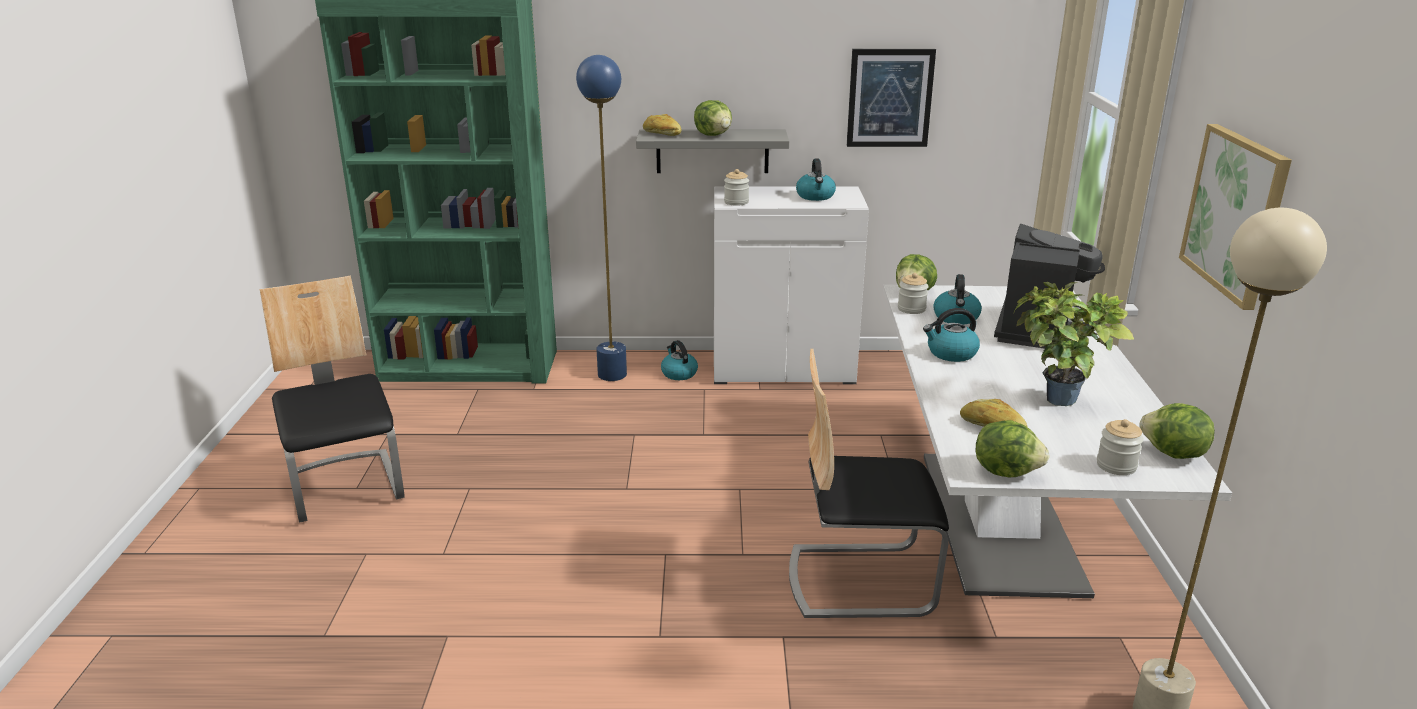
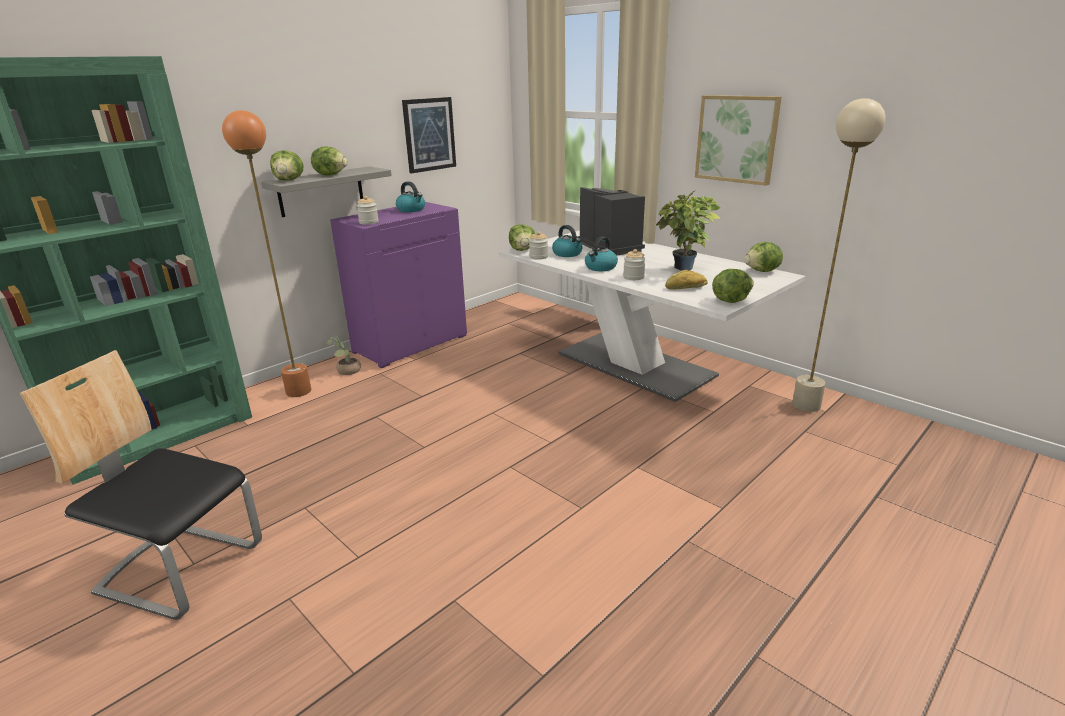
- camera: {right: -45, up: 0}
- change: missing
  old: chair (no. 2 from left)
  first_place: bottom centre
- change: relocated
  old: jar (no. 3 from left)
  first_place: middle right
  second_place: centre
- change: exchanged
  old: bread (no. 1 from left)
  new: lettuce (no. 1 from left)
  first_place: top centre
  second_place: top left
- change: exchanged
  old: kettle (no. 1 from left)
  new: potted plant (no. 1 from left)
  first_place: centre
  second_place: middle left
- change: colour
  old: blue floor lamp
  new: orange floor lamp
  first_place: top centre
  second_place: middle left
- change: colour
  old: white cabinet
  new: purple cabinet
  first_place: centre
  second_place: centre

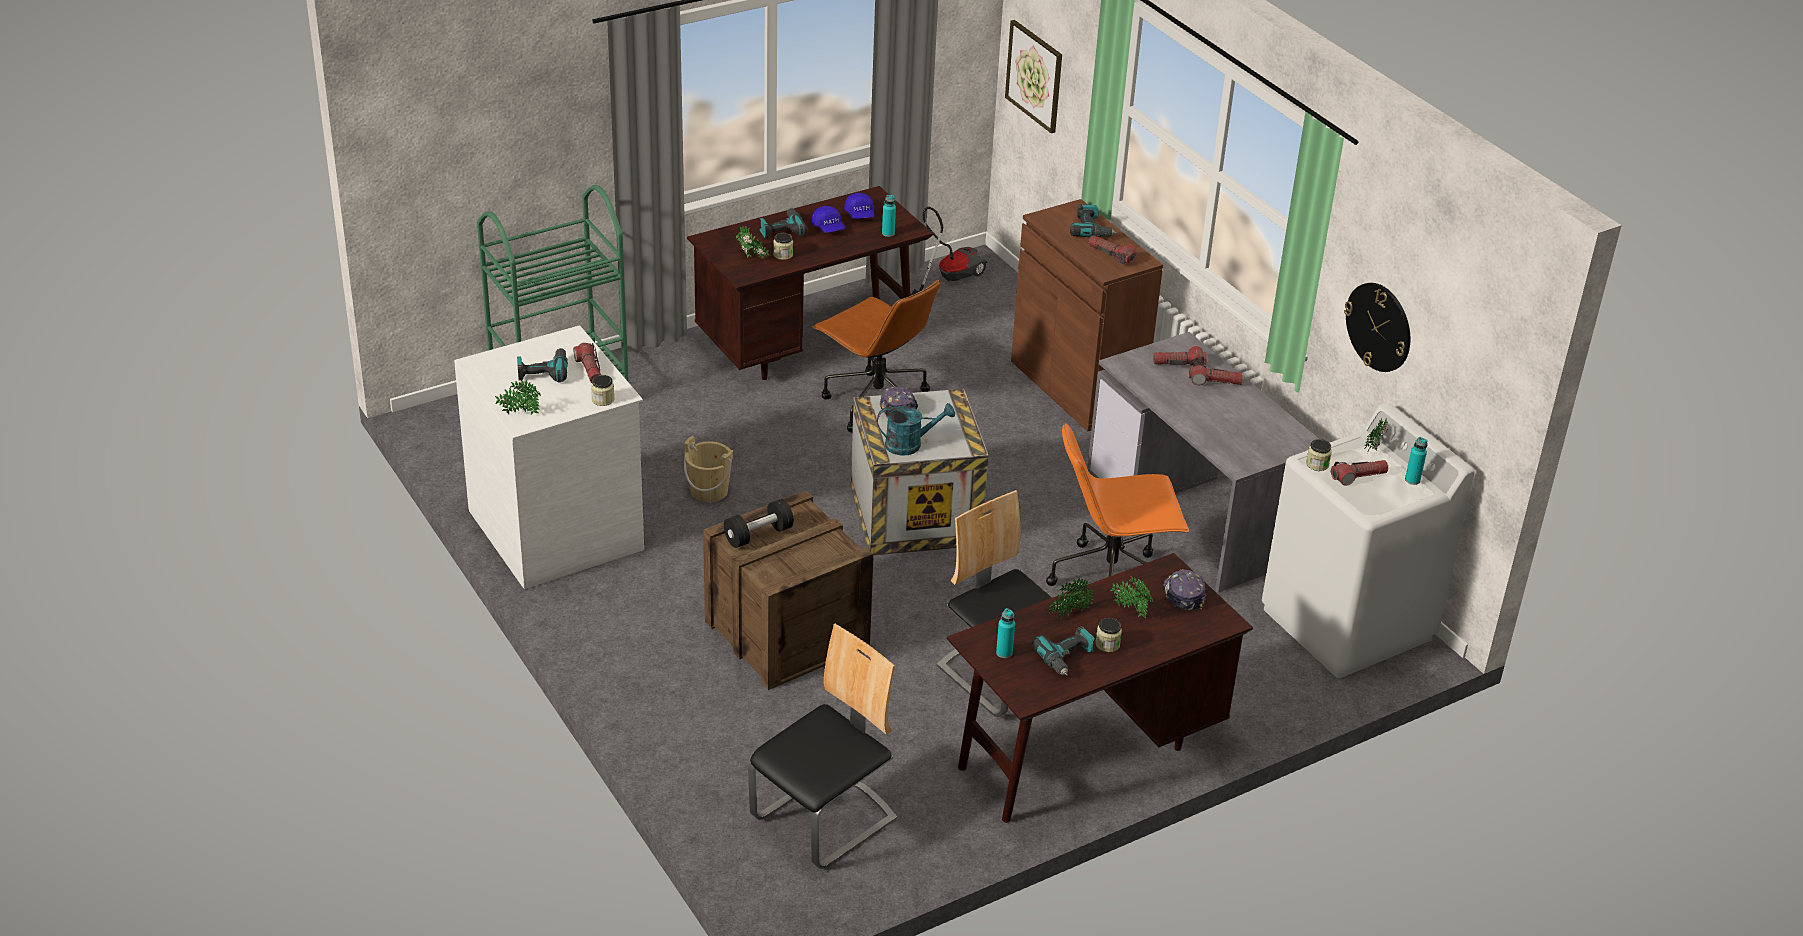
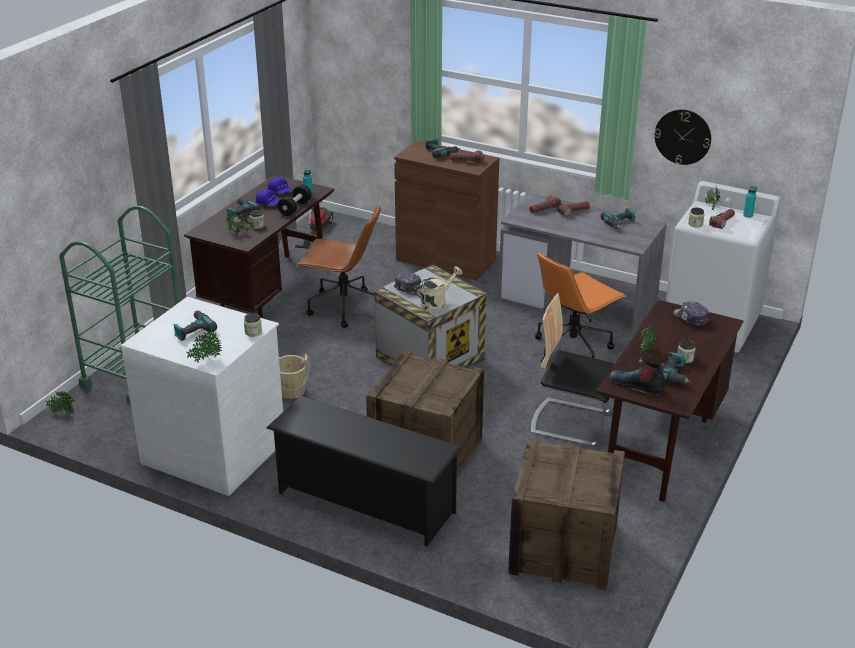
- camera: {right: -30, up: -5}
- change: missing
  old: flashlight (no. 1 from left)
  first_place: middle left
- change: missing
  old: picture
  first_place: top centre
- change: appeared
  new: black shoe rack
  second_place: bottom centre
- change: appeared
  new: power drill (no. 4 from left)
  second_place: middle right
- change: relocated
  old: black dumbbell
  first_place: centre
  second_place: top centre
- change: relocated
  old: potted plant (no. 4 from left in the first image)
  new: potted plant (no. 1 from left)
  first_place: centre
  second_place: middle left
- change: exchanged
  old: chair (no. 1 from left)
  new: crate (no. 3 from left)
  first_place: bottom centre
  second_place: bottom centre
- change: exchanged
  old: turquoise bottle (no. 2 from left)
  new: boot
  first_place: bottom centre
  second_place: middle right
- change: colour
  old: turquoise watering can
  new: beige watering can
  first_place: centre
  second_place: centre

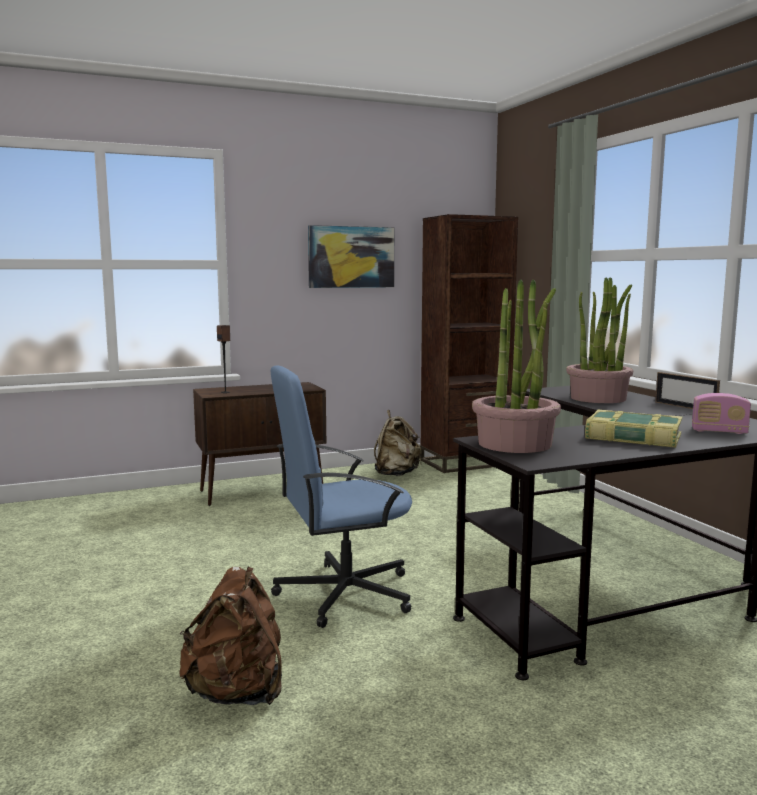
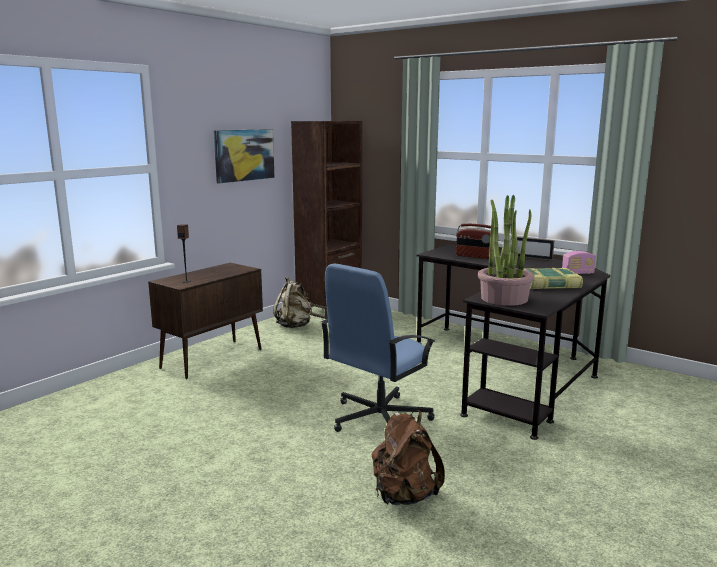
- camera: {right: -30, up: 5}
- change: exchanged
  old: potted plant (no. 2 from left)
  new: radio (no. 1 from left)
  first_place: middle right
  second_place: centre

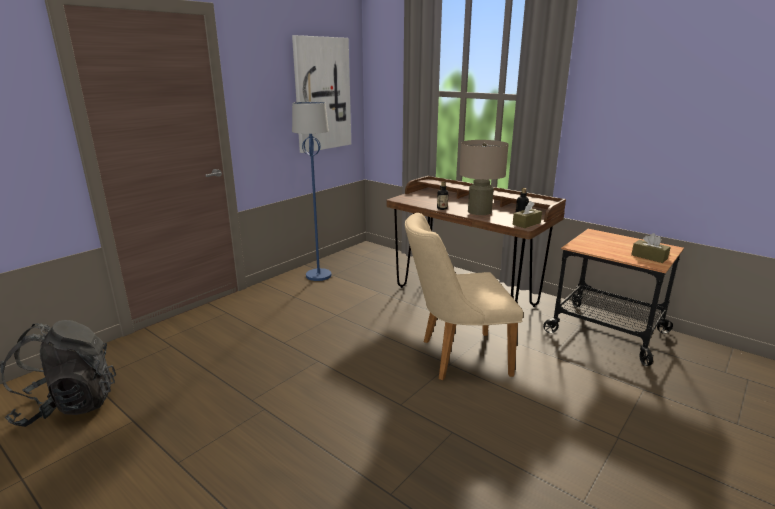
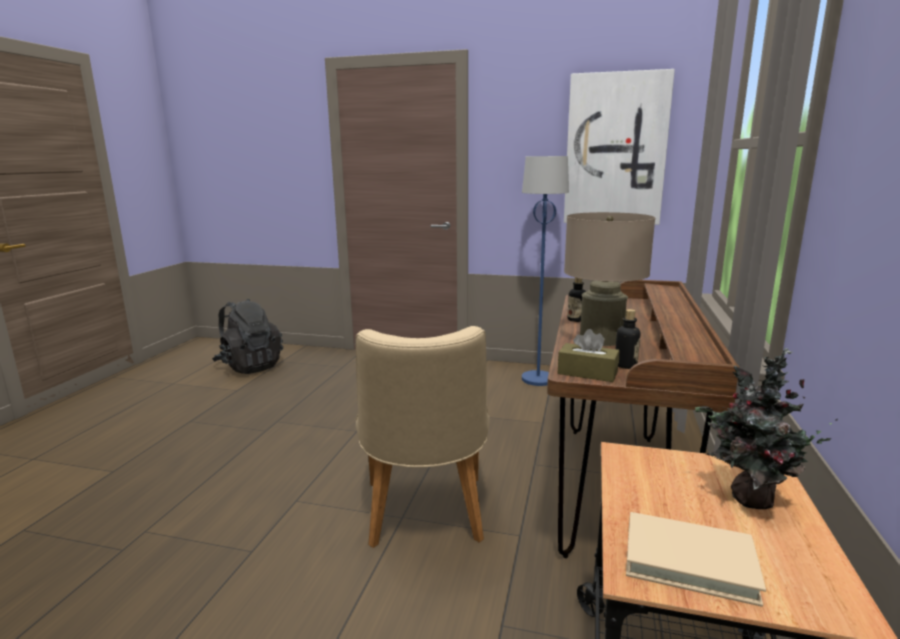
- camera: {right: 65, up: -5}
- change: appeared
  new: potted plant
  second_place: bottom right
- change: exchanged
  old: brown tissue box (no. 2 from left)
  new: beige book
  first_place: middle right
  second_place: bottom right
- change: spun
  old: beige chair
  first_place: centre
  second_place: bottom centre
  degrees: -150

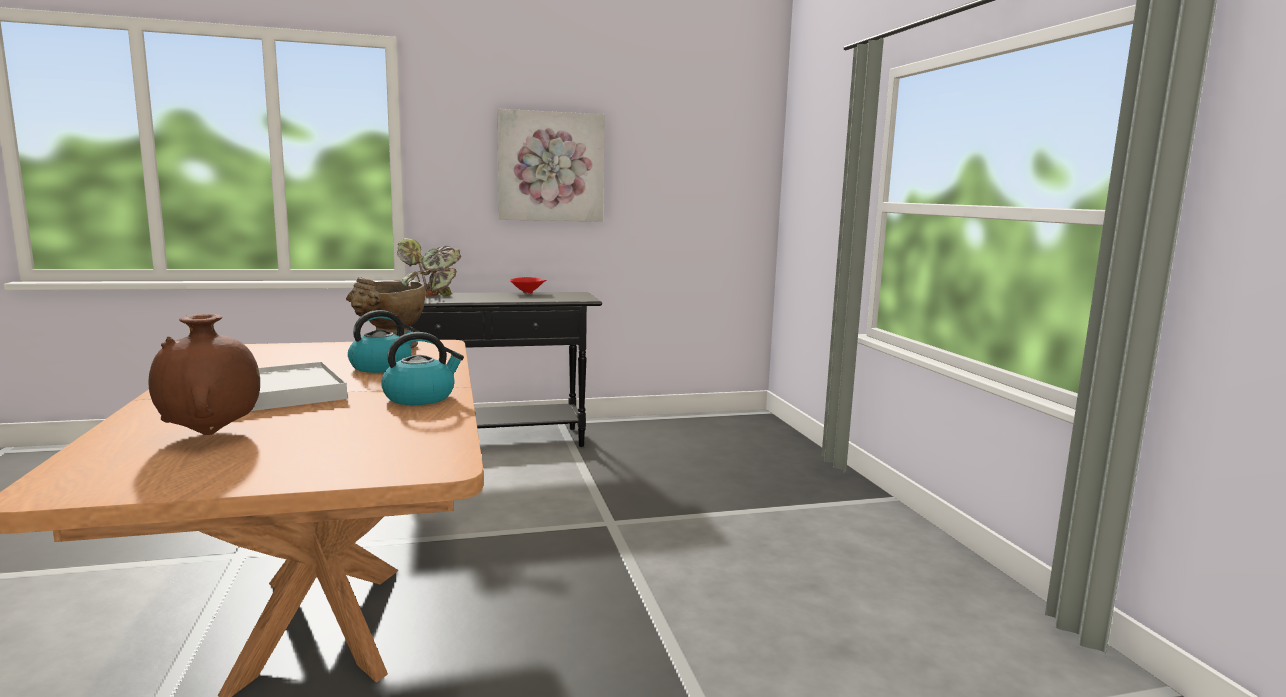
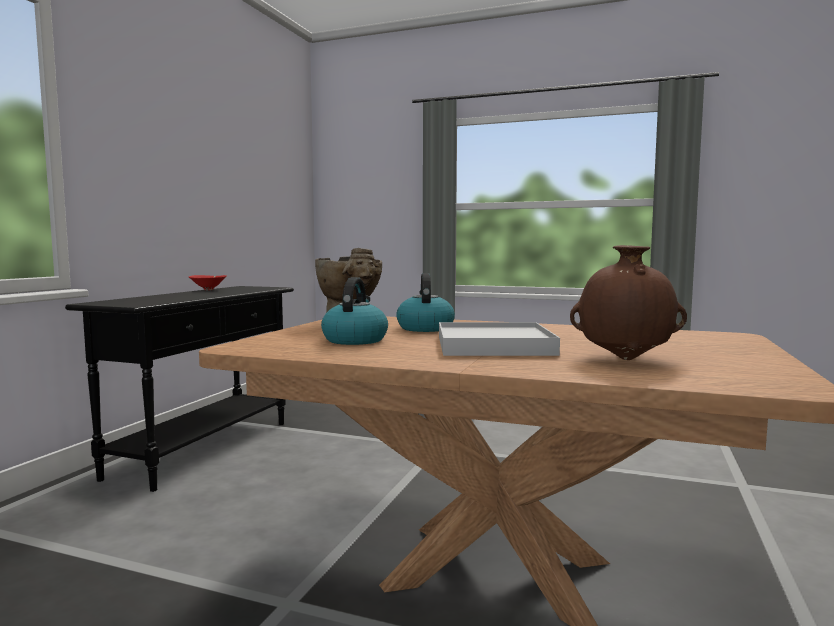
- camera: {right: -55, up: -5}
- change: missing
  old: potted plant
  first_place: middle left
- change: missing
  old: picture
  first_place: top centre
- change: relocated
  old: kettle (no. 2 from left in the first image)
  new: kettle (no. 1 from left)
  first_place: middle left
  second_place: centre

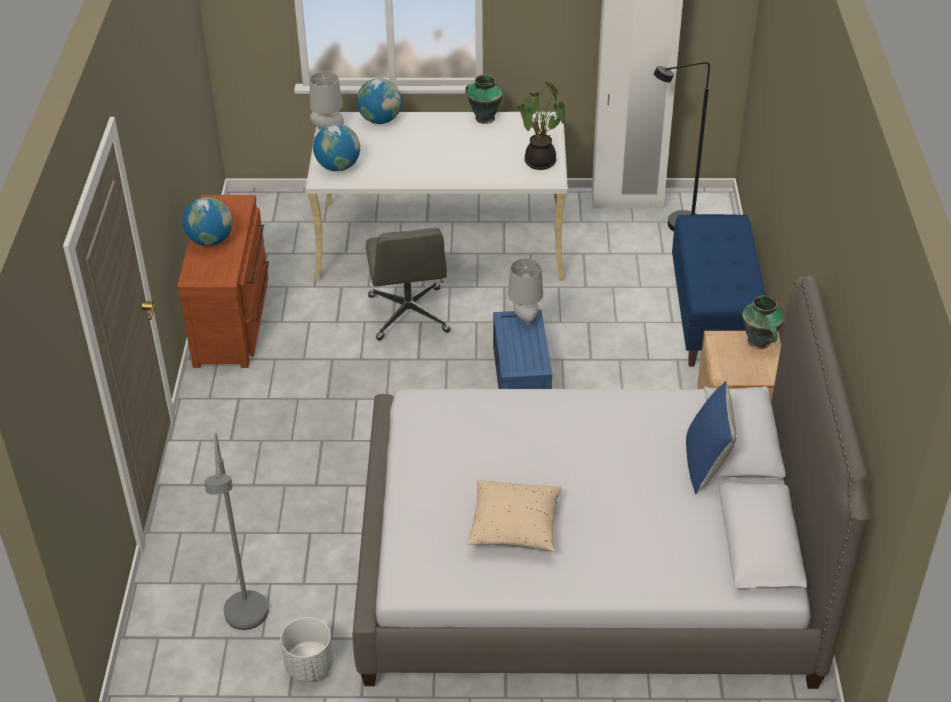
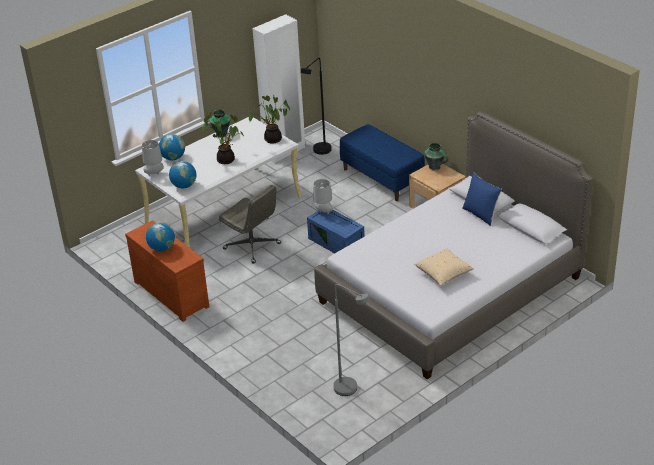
- camera: {right: -40, up: -5}
- change: missing
  old: white planter
  first_place: bottom left
- change: appeared
  new: potted plant (no. 1 from left)
  second_place: top centre

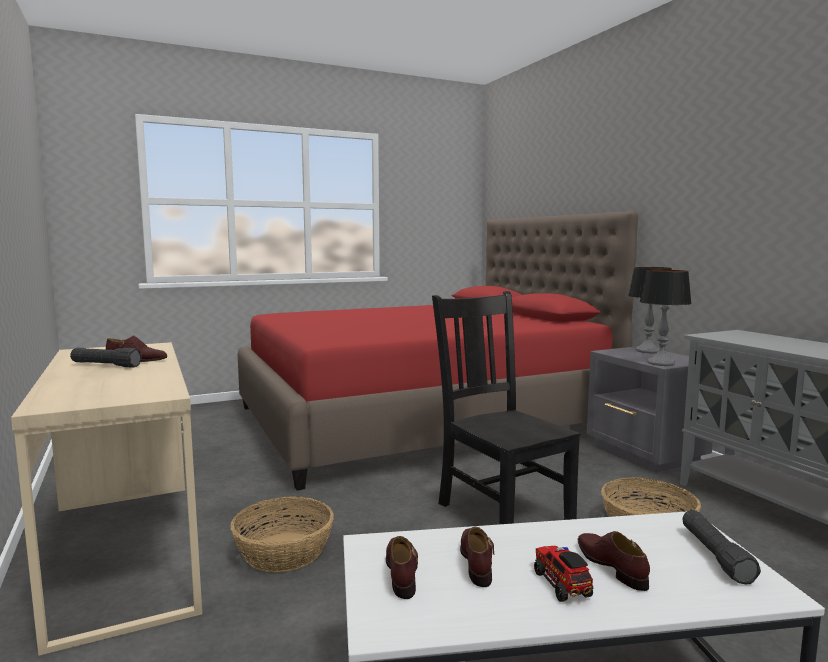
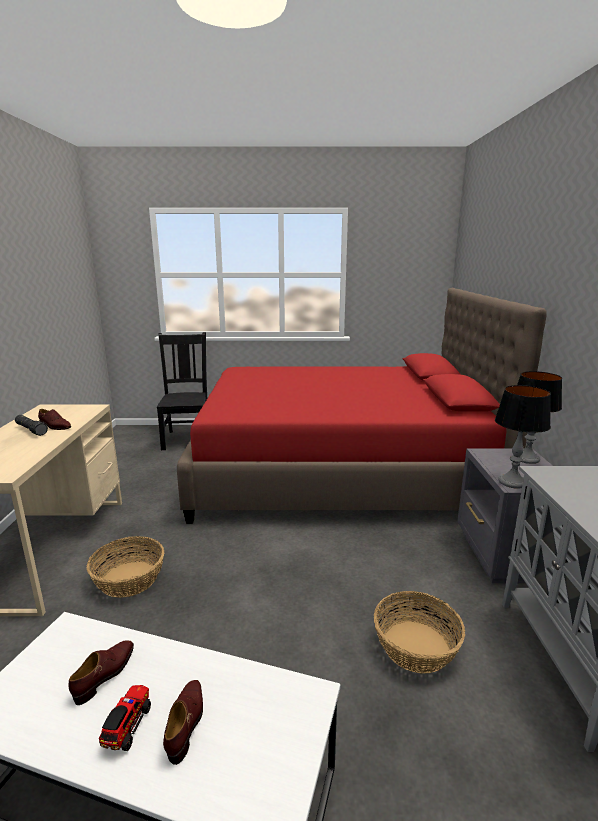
- camera: {right: 25, up: 10}
- change: missing
  old: brown shoe (no. 2 from left)
  first_place: bottom centre
- change: missing
  old: black flashlight (no. 2 from left)
  first_place: bottom right
- change: relocated
  old: black chair
  first_place: centre
  second_place: middle left

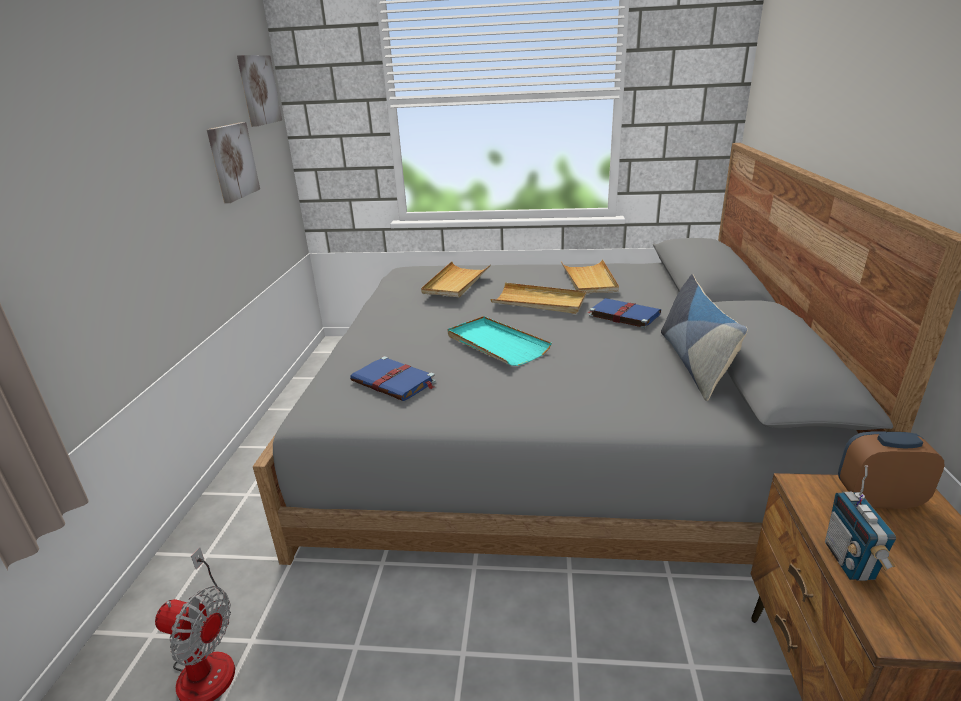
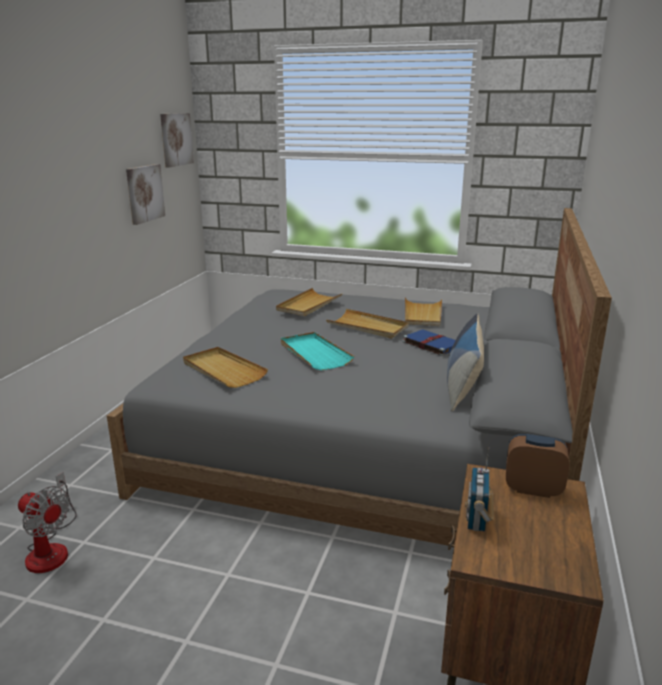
- camera: {right: 10, up: -5}
- change: exchanged
  old: blue book (no. 1 from left)
  new: beige tray (no. 1 from left)
  first_place: centre
  second_place: centre

